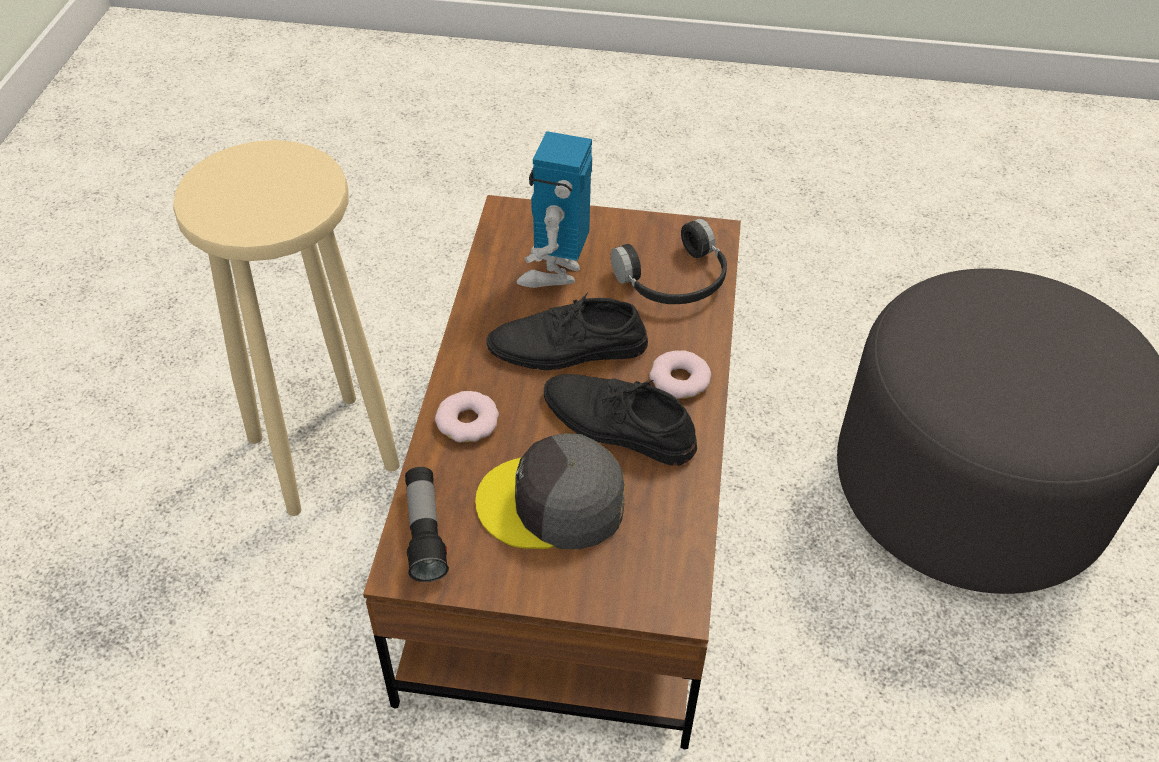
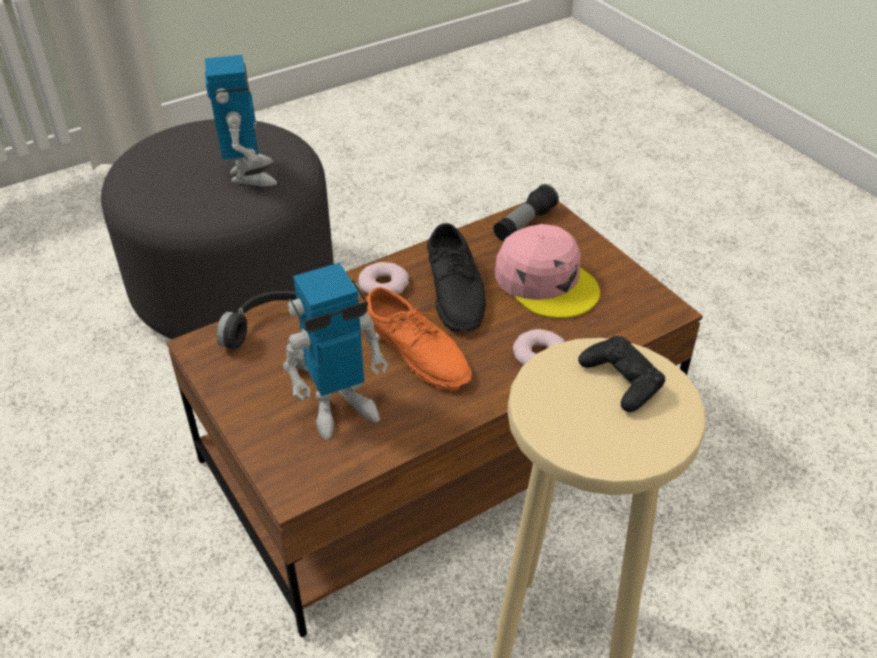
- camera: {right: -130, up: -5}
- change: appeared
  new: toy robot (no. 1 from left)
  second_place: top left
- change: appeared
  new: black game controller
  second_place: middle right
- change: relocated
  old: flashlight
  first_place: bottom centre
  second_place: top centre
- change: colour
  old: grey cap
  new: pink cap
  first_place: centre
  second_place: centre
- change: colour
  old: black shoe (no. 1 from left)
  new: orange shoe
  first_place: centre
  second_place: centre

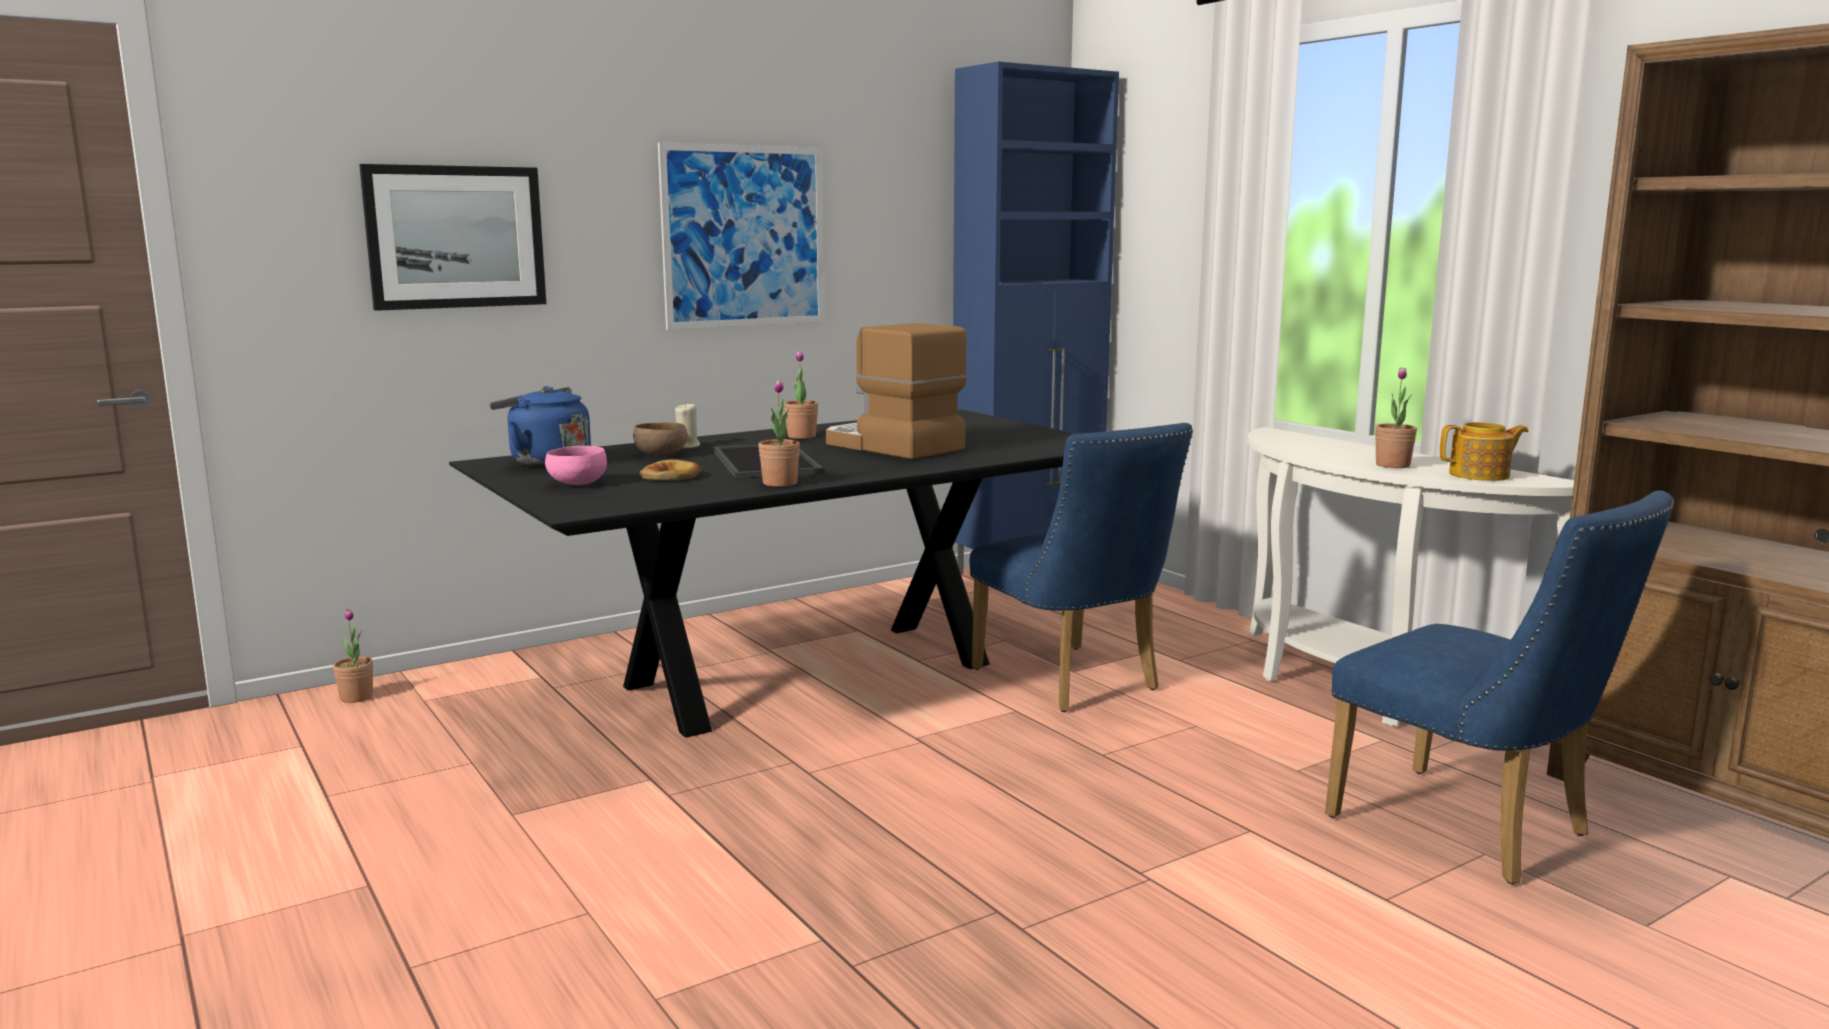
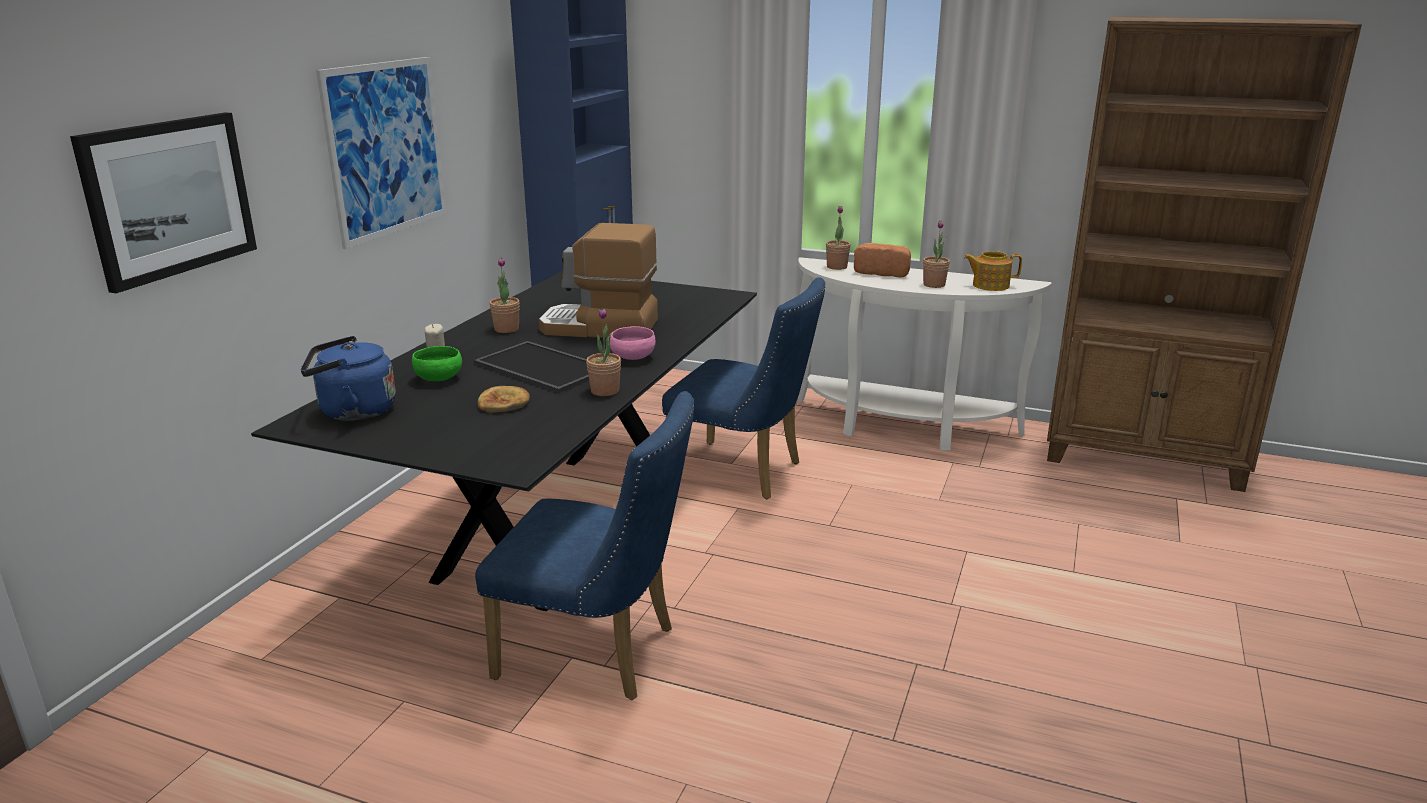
- camera: {right: -35, up: 10}
- change: appeared
  new: bread (no. 2 from left)
  second_place: top centre
- change: relocated
  old: potted plant (no. 1 from left in the first image)
  new: potted plant (no. 3 from left)
  first_place: middle left
  second_place: top centre
- change: relocated
  old: pink bowl
  first_place: middle left
  second_place: centre
- change: relocated
  old: blue chair (no. 2 from left in the first image)
  new: blue chair (no. 1 from left)
  first_place: bottom right
  second_place: bottom centre
- change: colour
  old: brown bowl
  new: green bowl
  first_place: centre
  second_place: middle left
- change: spun
  old: teapot
  first_place: middle right
  second_place: middle right
  degrees: -135

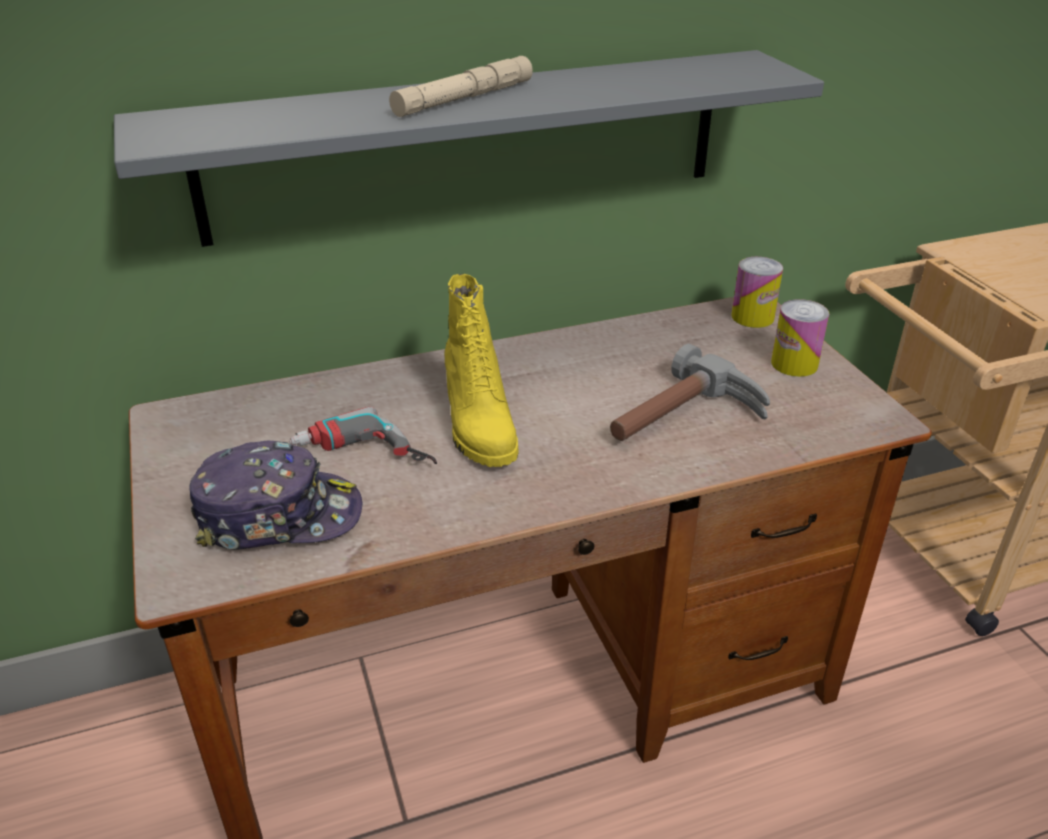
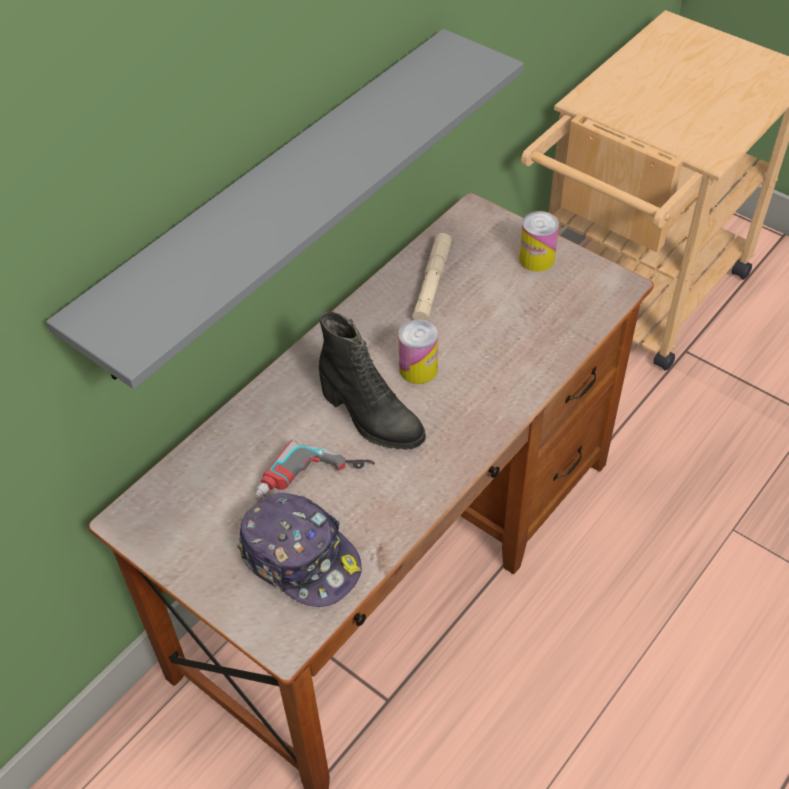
- camera: {right: -30, up: 15}
- change: missing
  old: hammer
  first_place: centre
- change: relocated
  old: beige flashlight
  first_place: top centre
  second_place: centre
- change: relocated
  old: can (no. 1 from left)
  first_place: middle right
  second_place: centre
- change: colour
  old: yellow boot
  new: black boot
  first_place: centre
  second_place: centre
- change: spun
  old: cap
  first_place: middle left
  second_place: bottom centre
  degrees: 75

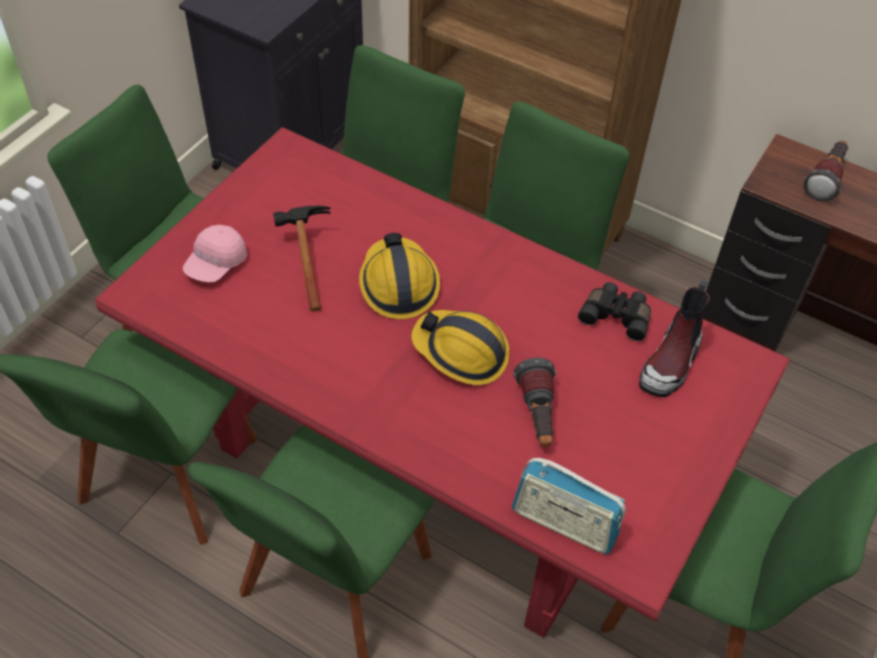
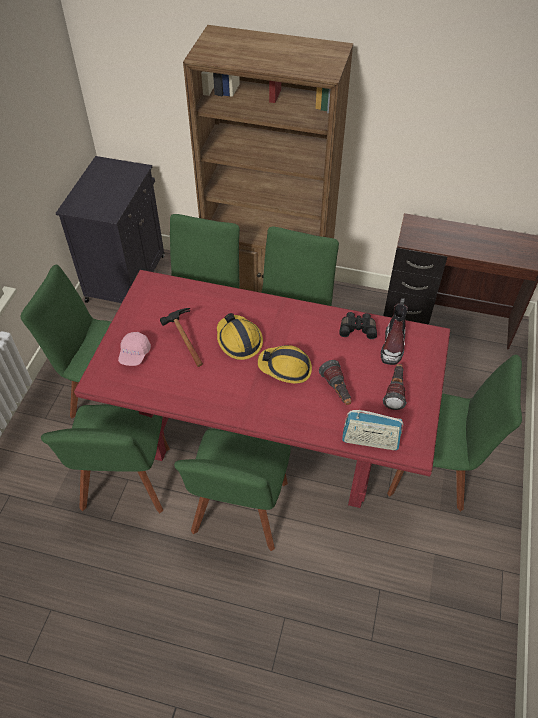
- camera: {right: -15, up: 0}
- change: relocated
  old: flashlight (no. 2 from left)
  first_place: top right
  second_place: middle right

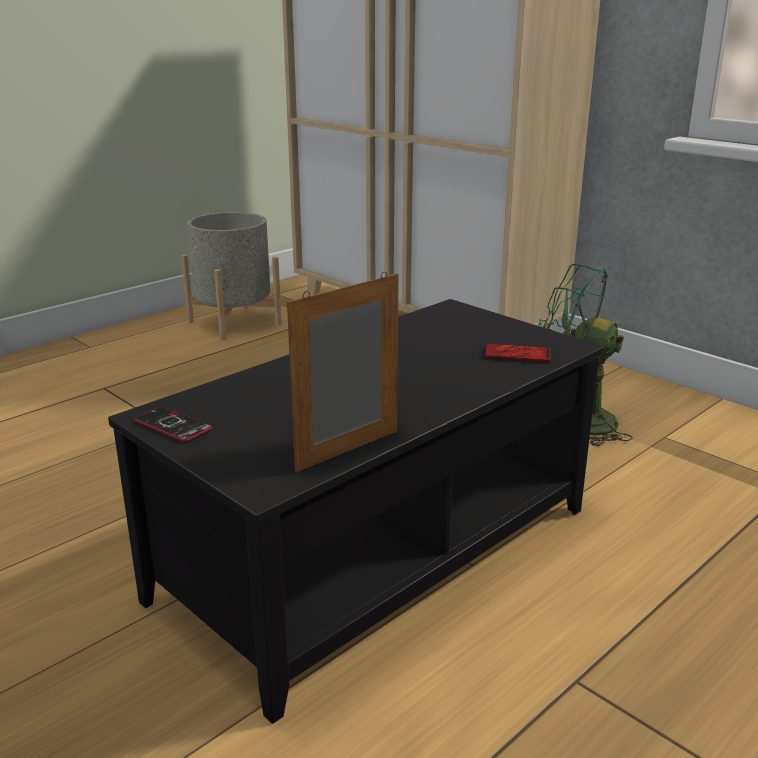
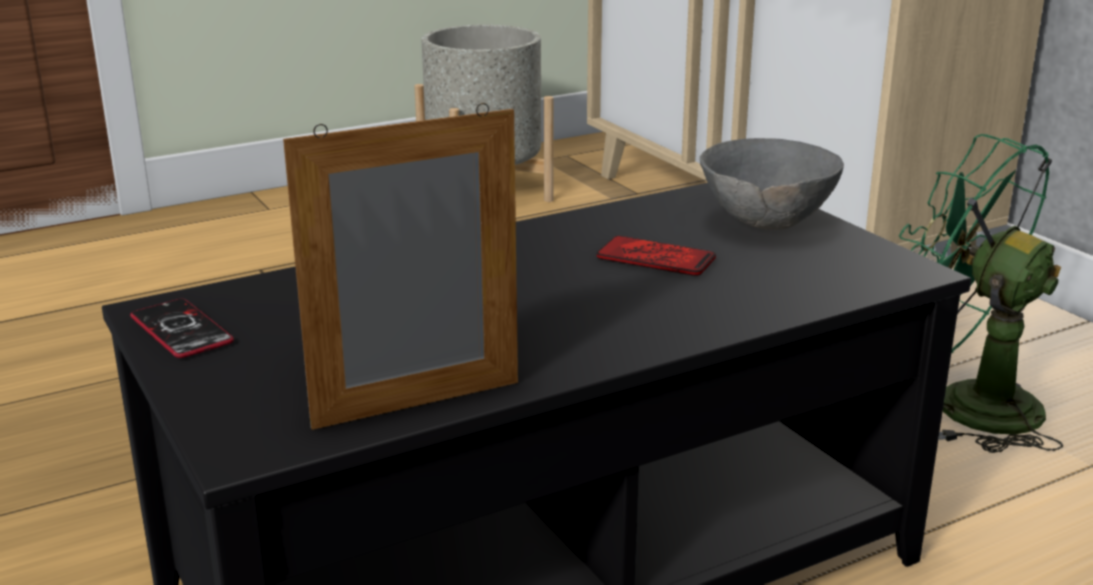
- camera: {right: 15, up: 0}
- change: appeared
  new: grey bowl
  second_place: top right
- change: relocated
  old: phone (no. 2 from left)
  first_place: middle right
  second_place: centre

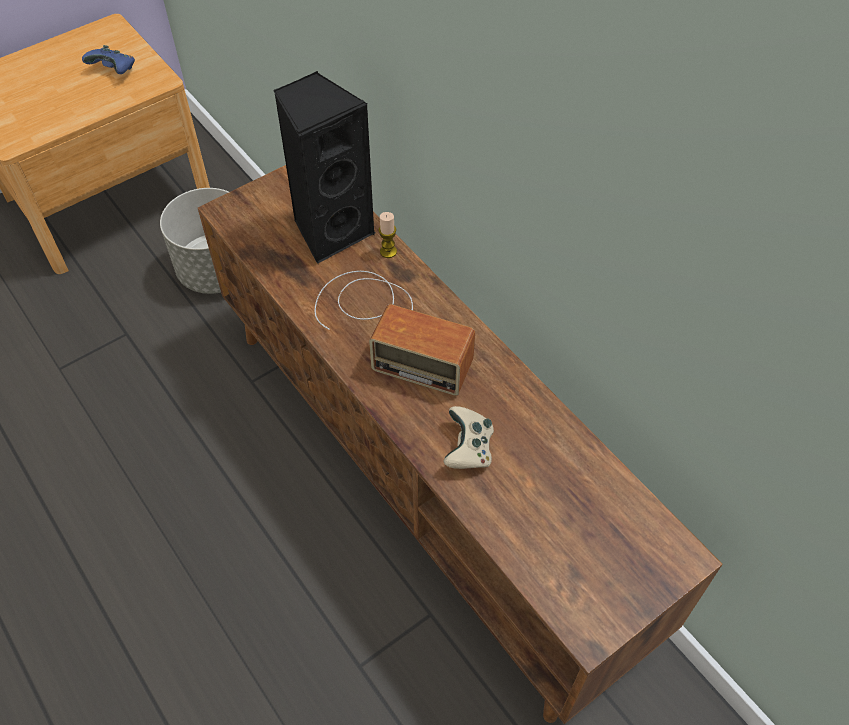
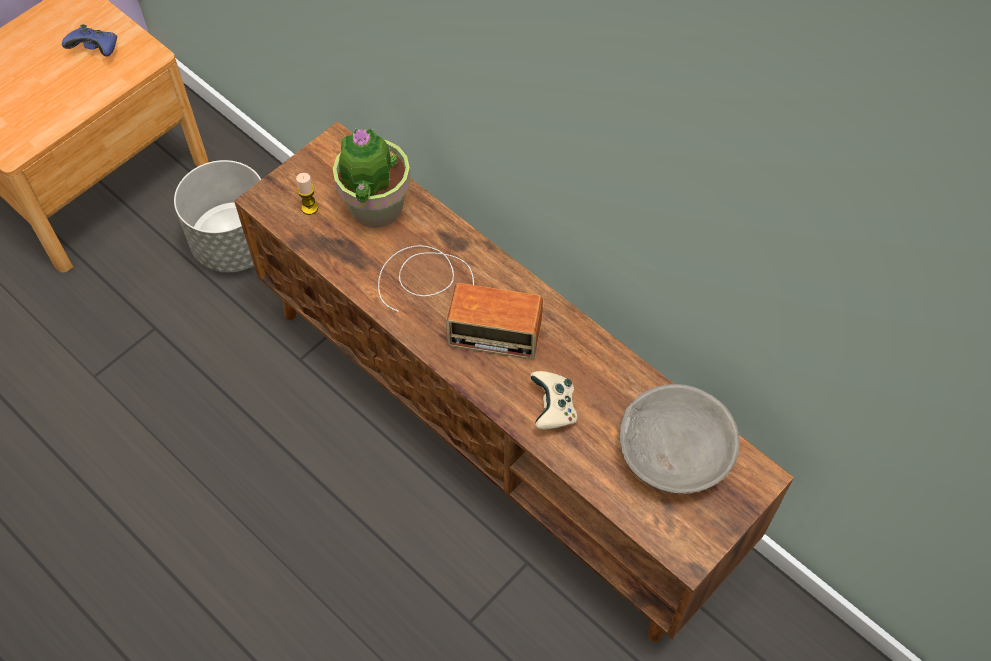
- camera: {right: -10, up: 5}
- change: appeared
  new: grey bowl
  second_place: middle right
- change: relocated
  old: candle
  first_place: top centre
  second_place: top left
- change: exchanged
  old: black speaker
  new: potted plant
  first_place: top centre
  second_place: top centre

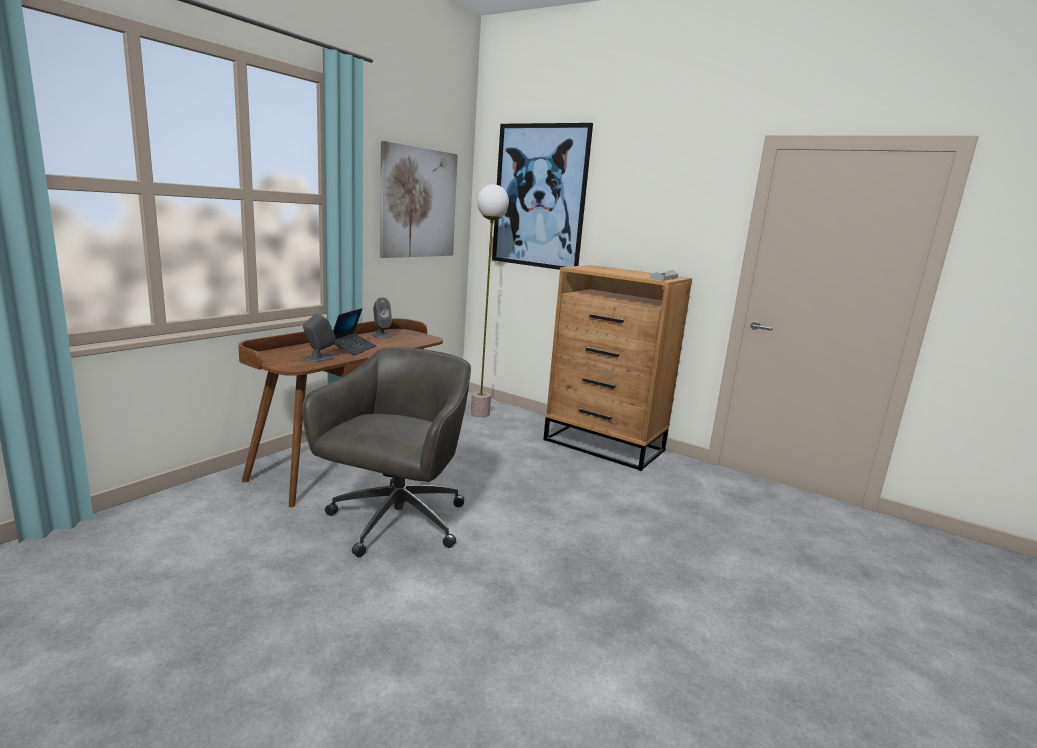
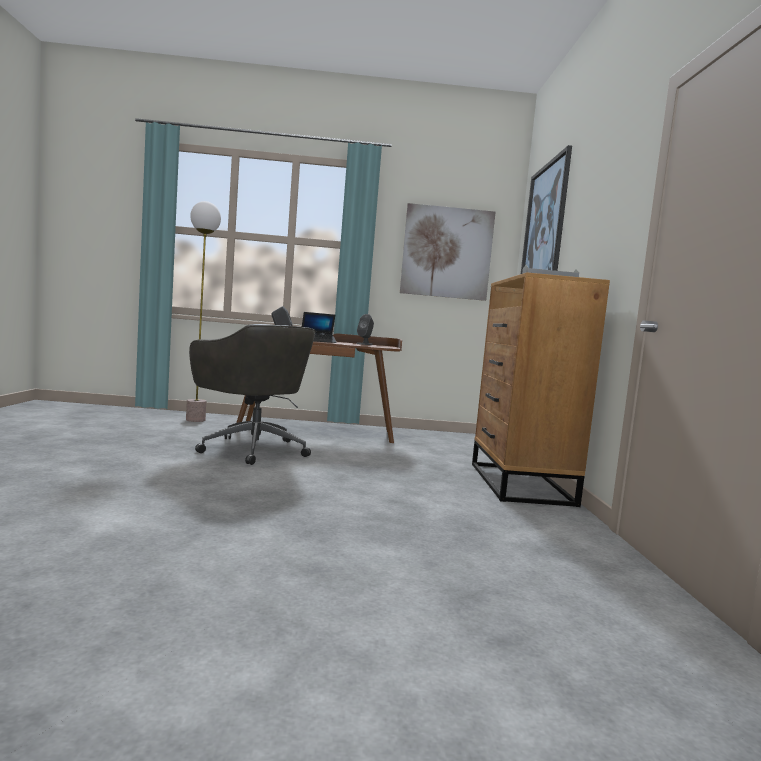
- camera: {right: 55, up: -10}
- change: relocated
  old: floor lamp
  first_place: centre
  second_place: middle left
- change: spun
  old: grey office chair
  first_place: centre
  second_place: middle left
  degrees: 60

